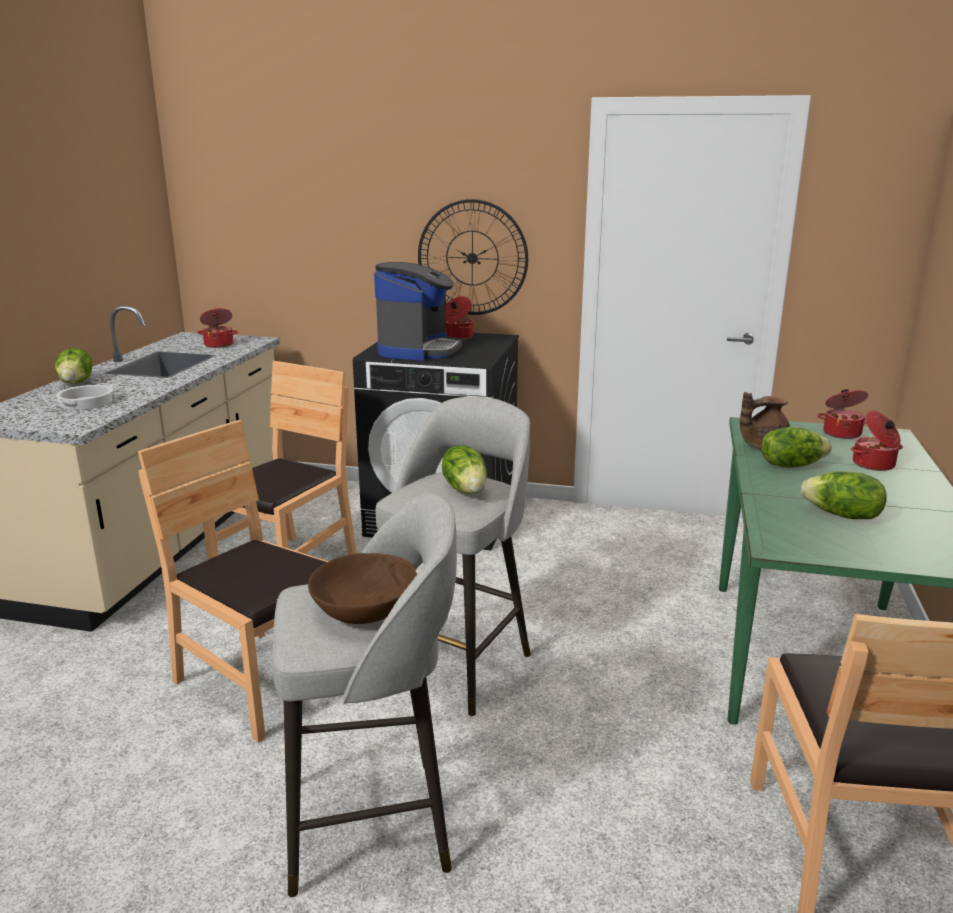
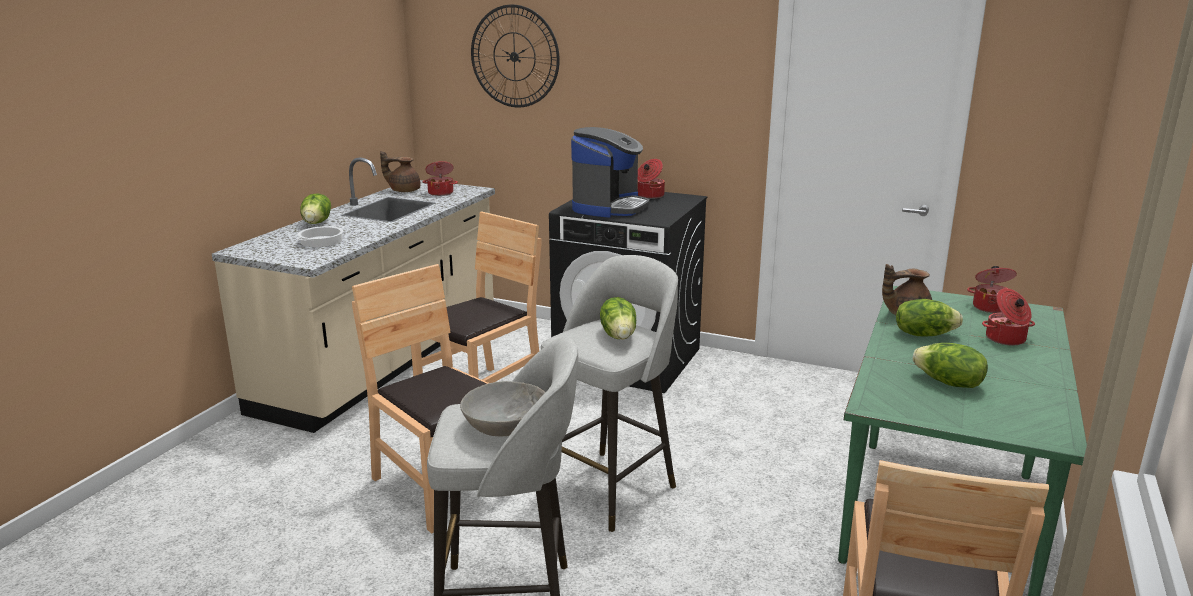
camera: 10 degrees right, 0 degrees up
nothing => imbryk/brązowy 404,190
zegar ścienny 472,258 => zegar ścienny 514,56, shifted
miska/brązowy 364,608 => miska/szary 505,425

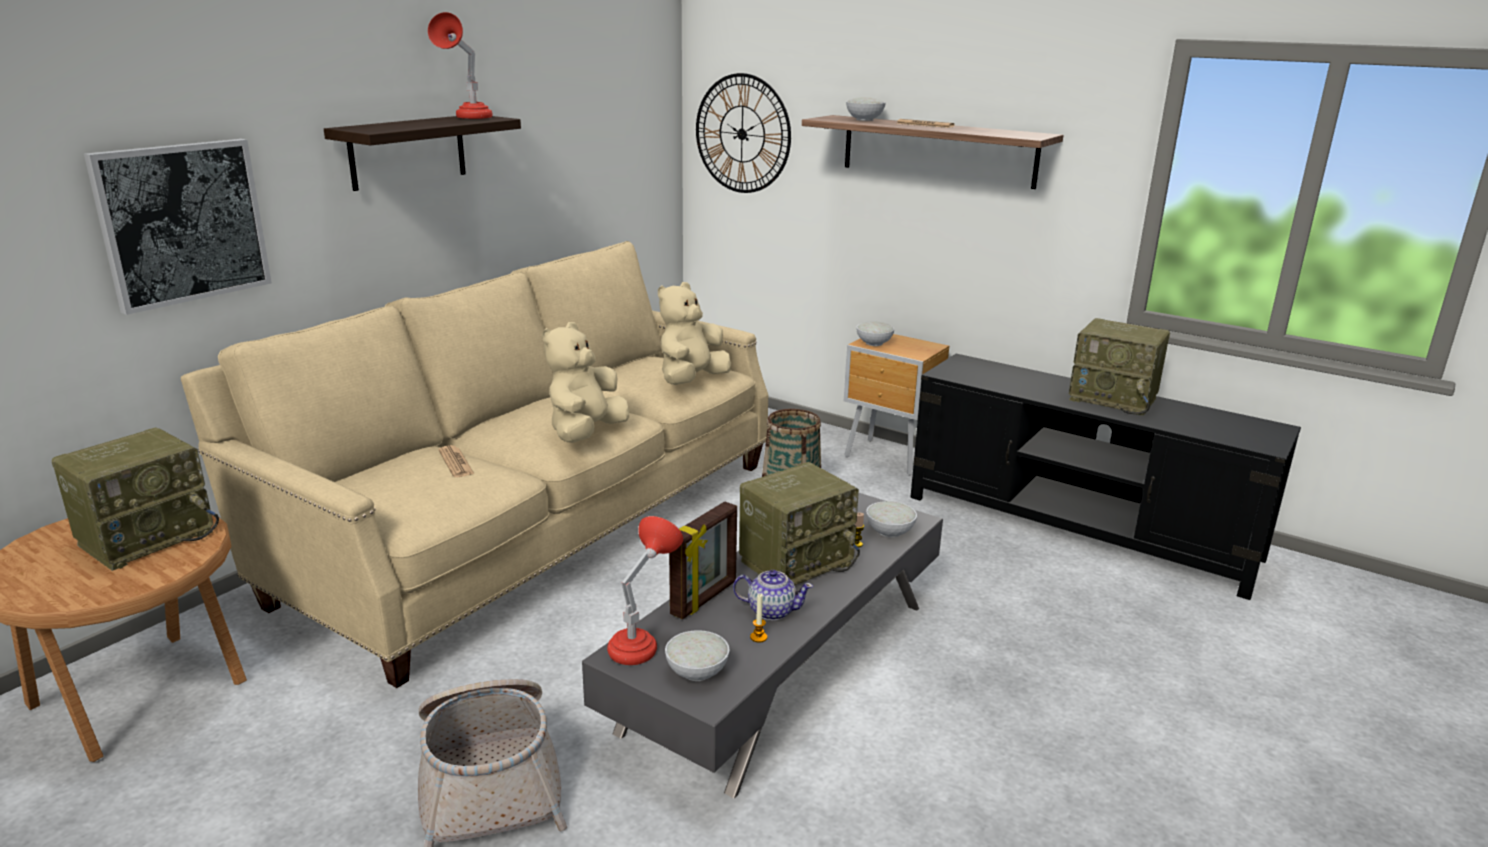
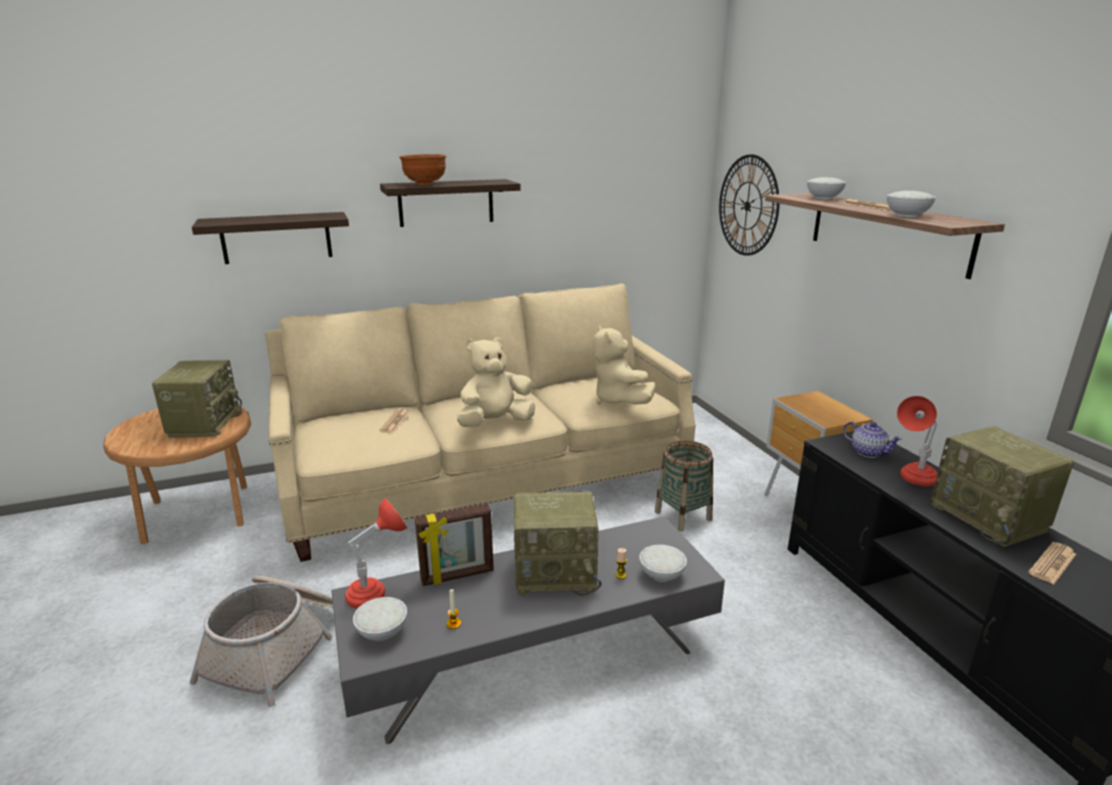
camera: 35 degrees right, 0 degrees up
nothing => miska/brązowy 424,184
nothing => gazeta 1052,563
lampa stołowa/czerwony 467,118 => lampa stołowa/czerwony 912,481, shifted
imbryk 771,611 => imbryk 867,452, shifted
miska/biały 873,343 => miska/biały 906,215, shifted
obraz 182,223 => półka 276,237
radio 147,537 => radio 204,423, 75 degrees counterclockwise
pluszak/beżowy 691,381 => pluszak/beżowy 618,400, 90 degrees counterclockwise

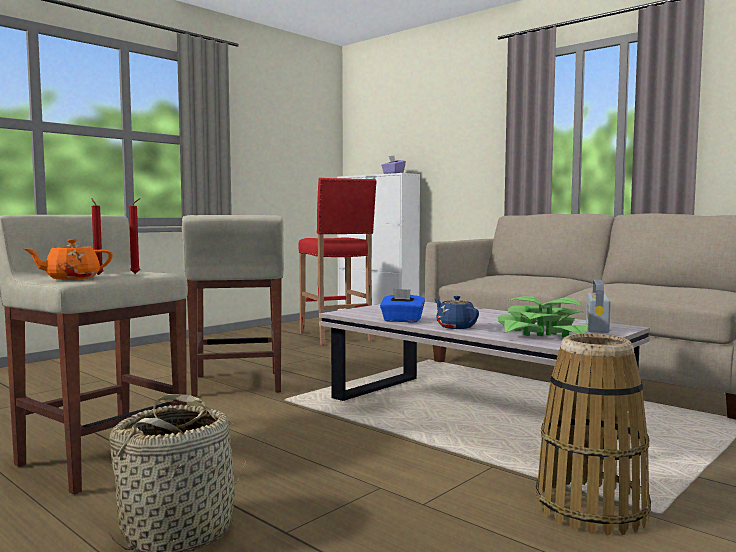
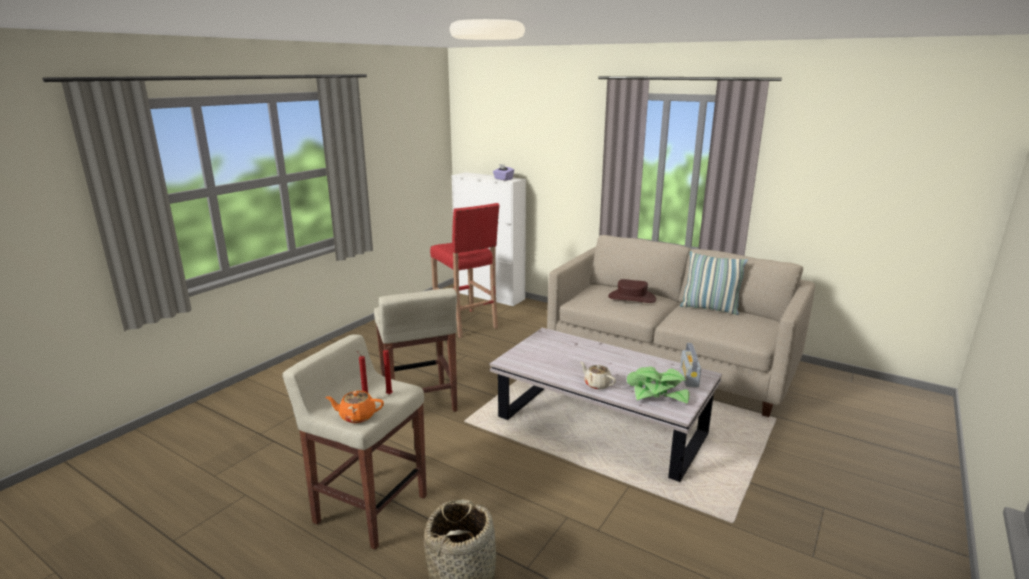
camera: 10 degrees left, 15 degrees up
pudełko chusteczek/niebieski 402,320 => nothing
koszyk 590,508 => nothing
nothing => kapelusz/brązowy 631,298
nothing => poduszka 709,308
imbryk/niebieski 455,327 => imbryk/beżowy 597,384
imbryk/pomarańczowy 71,278 => imbryk/pomarańczowy 357,416, 45 degrees clockwise

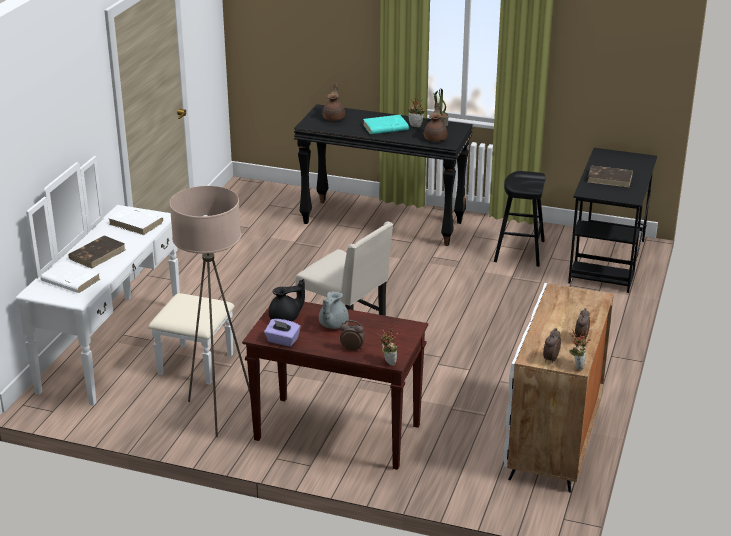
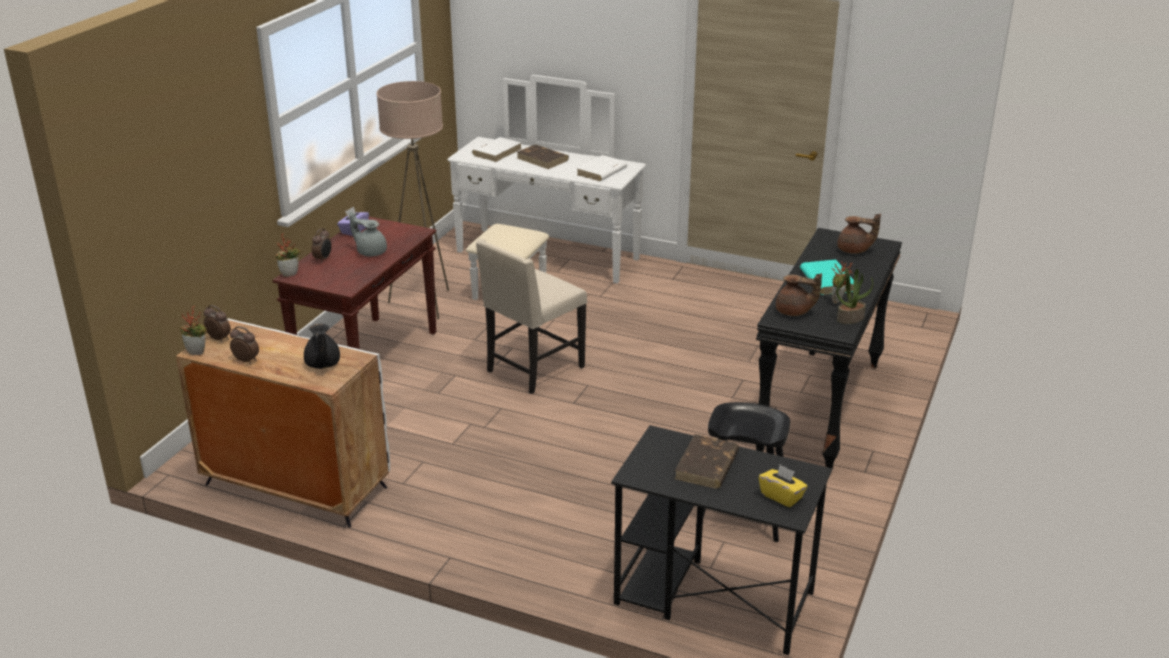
camera: 95 degrees right, 0 degrees up
nothing => pudełko chusteczek/żółty 781,496
imbryk/czarny 286,318 => imbryk/czarny 322,364, shifted

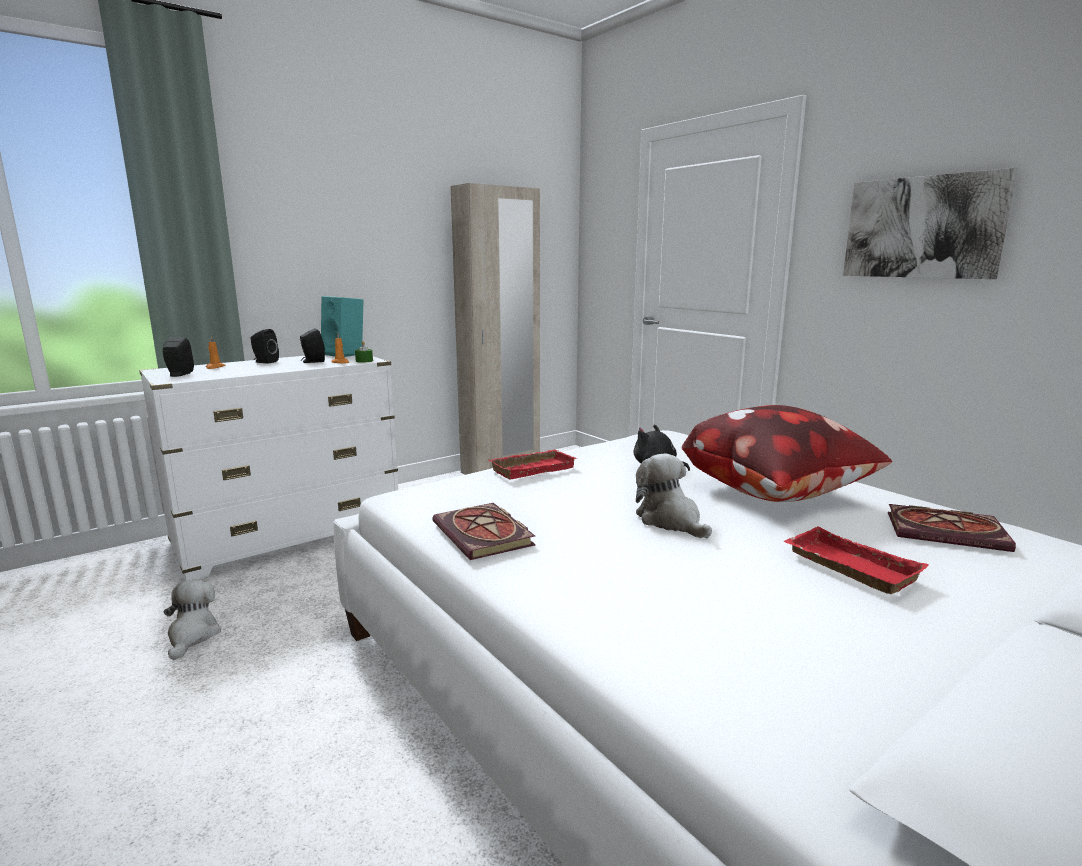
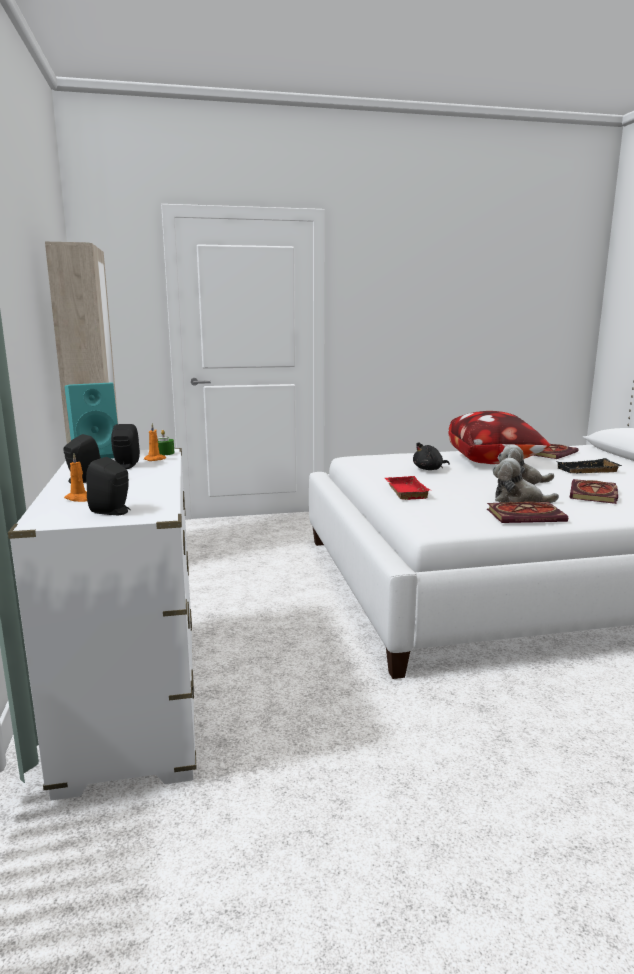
camera: 65 degrees left, 0 degrees up
obraz 922,227 => nothing
nothing => książka 594,494
pluszak 192,636 => pluszak 519,500, shifted
taca/czerwony 847,567 => taca/czarny 587,471

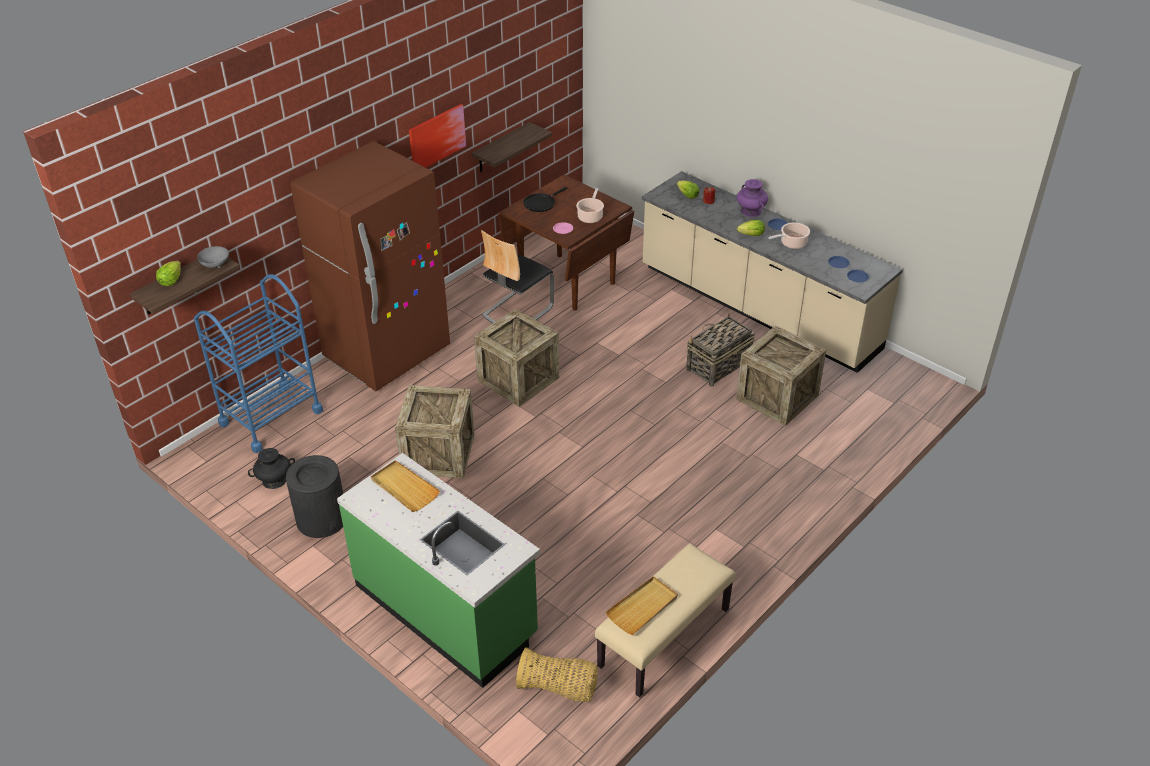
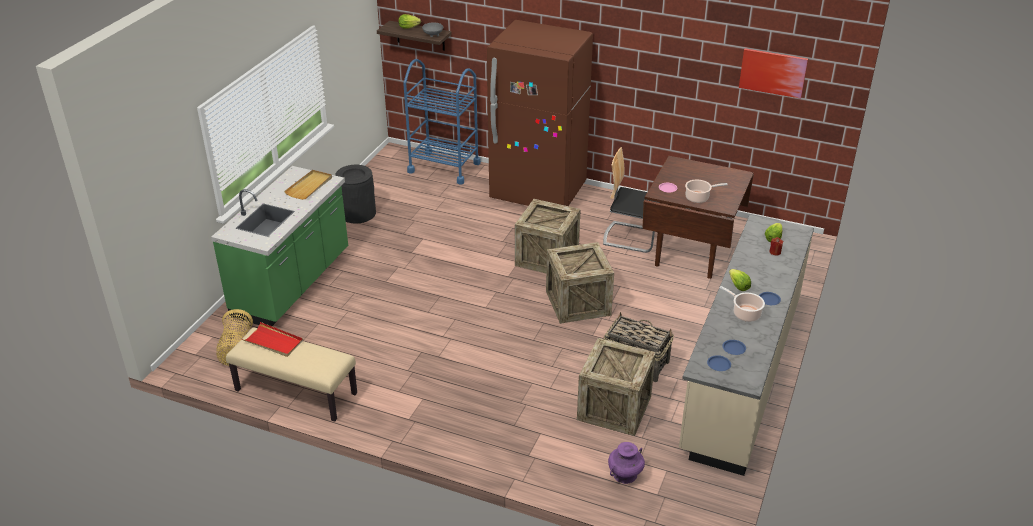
camera: 70 degrees right, 5 degrees down
wazon/czarny 274,480 => nothing
półka 501,148 => nothing
patelnia/czarny 541,203 => nothing
skrzynka 438,454 => skrzynka 578,303, shifted
obraz 437,137 => obraz 773,72, shifted
wazon/fioletowy 751,211 => wazon/fioletowy 625,474, shifted
taca/beżowy 642,607 => taca/czerwony 273,342

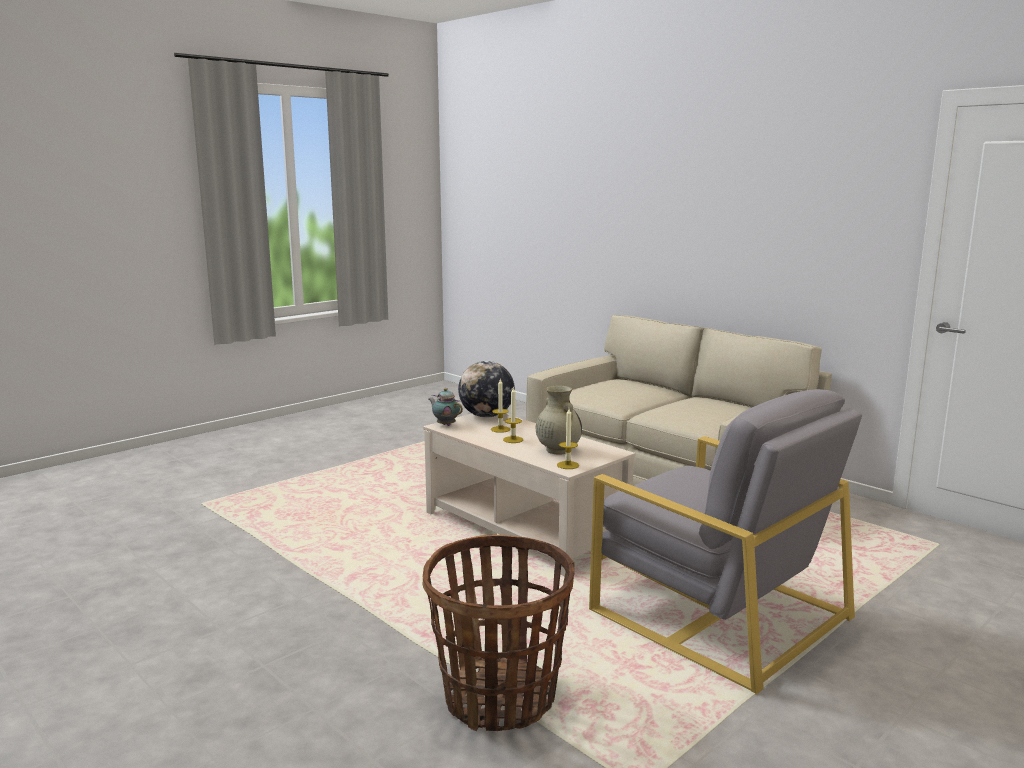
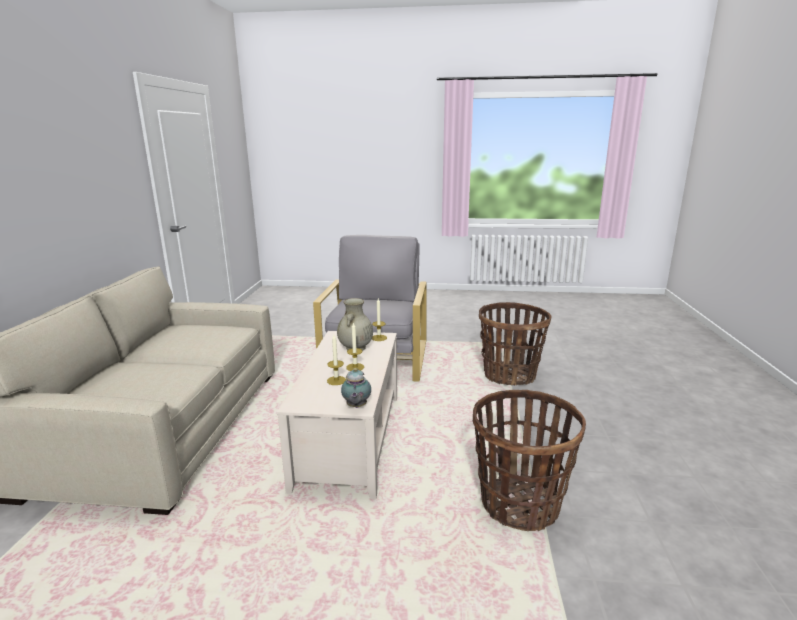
camera: 130 degrees left, 5 degrees up
globus 486,416 => nothing
nothing => koszyk 519,503

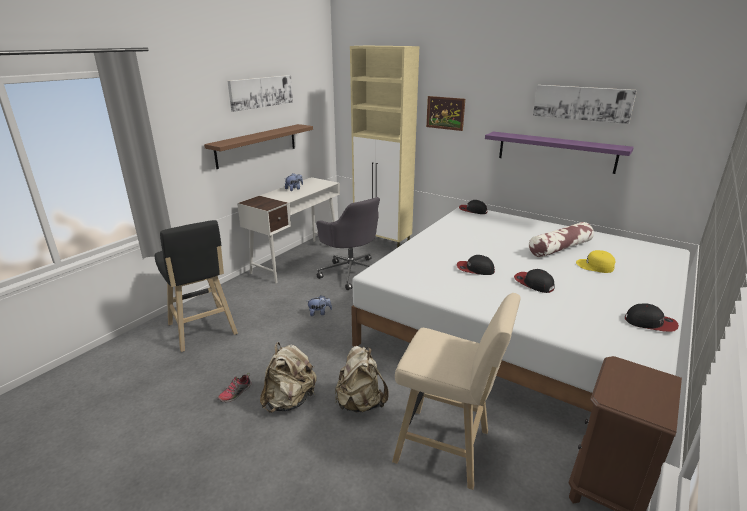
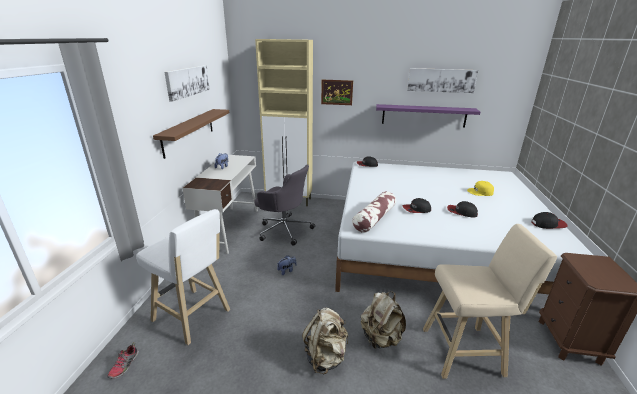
camera: 25 degrees left, 0 degrees up
but 235,393 => but 124,365, shifted
poduszka 559,248 => poduszka 374,218, shifted
stołek/czarny 203,331 => stołek/biały 193,317

